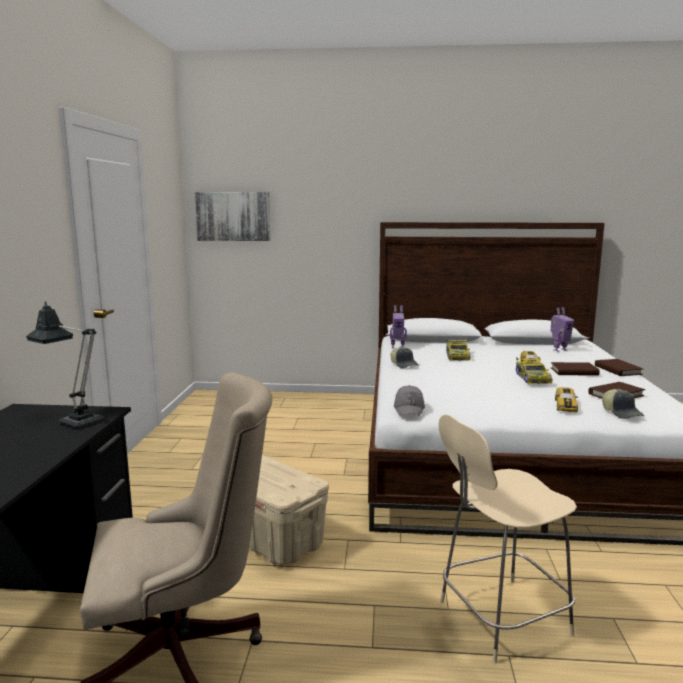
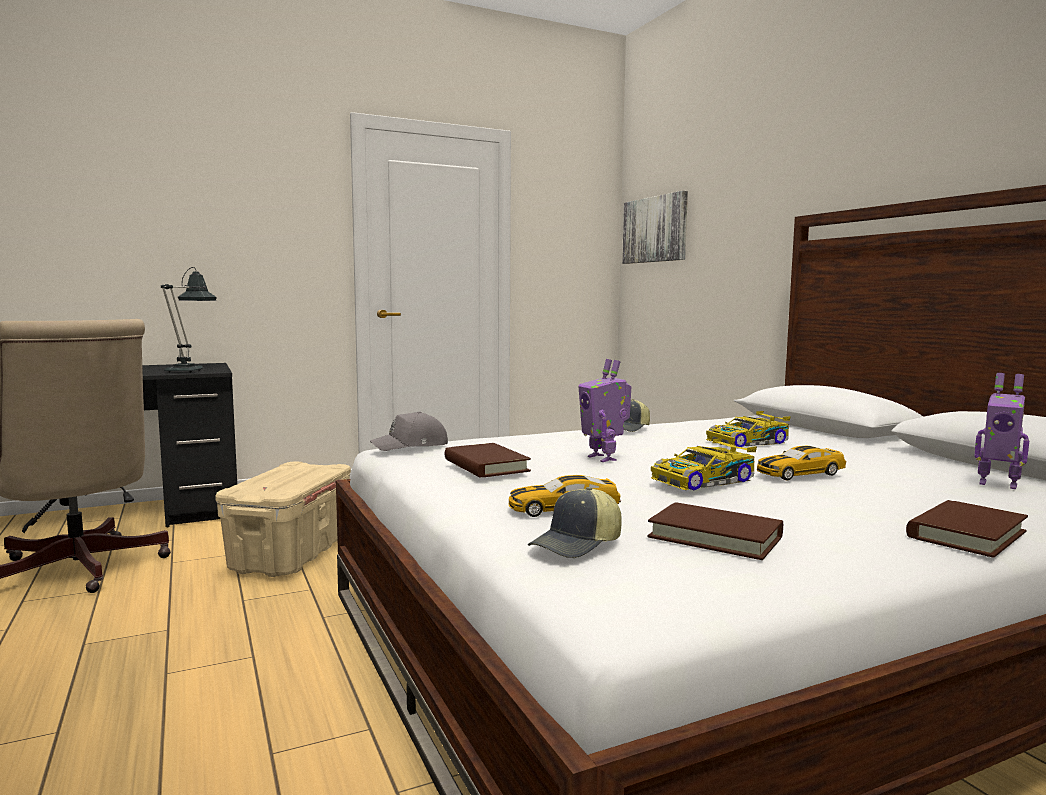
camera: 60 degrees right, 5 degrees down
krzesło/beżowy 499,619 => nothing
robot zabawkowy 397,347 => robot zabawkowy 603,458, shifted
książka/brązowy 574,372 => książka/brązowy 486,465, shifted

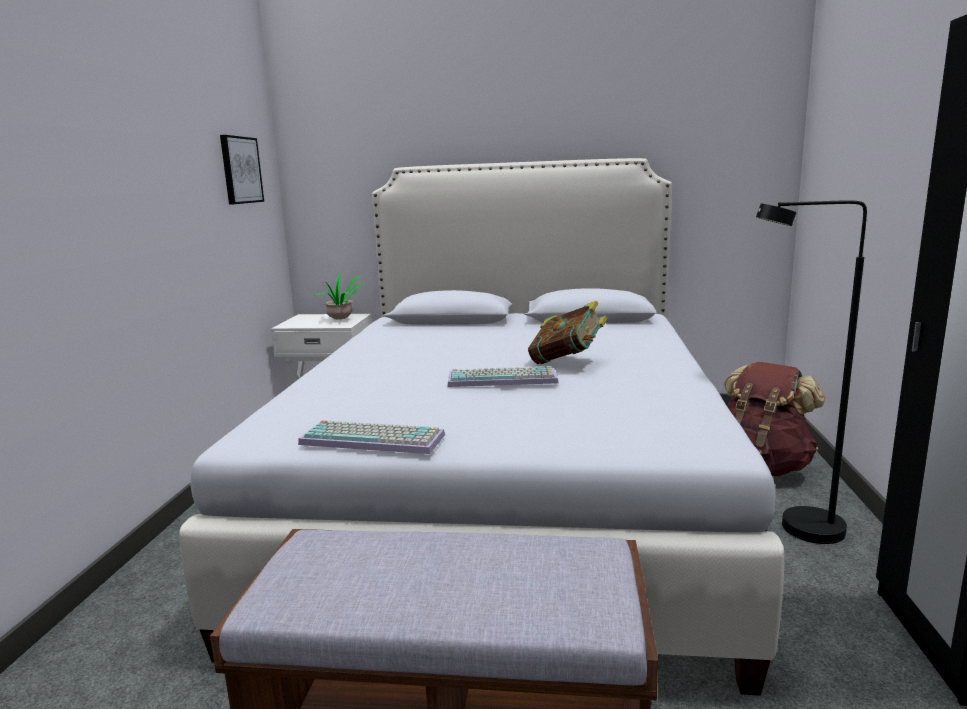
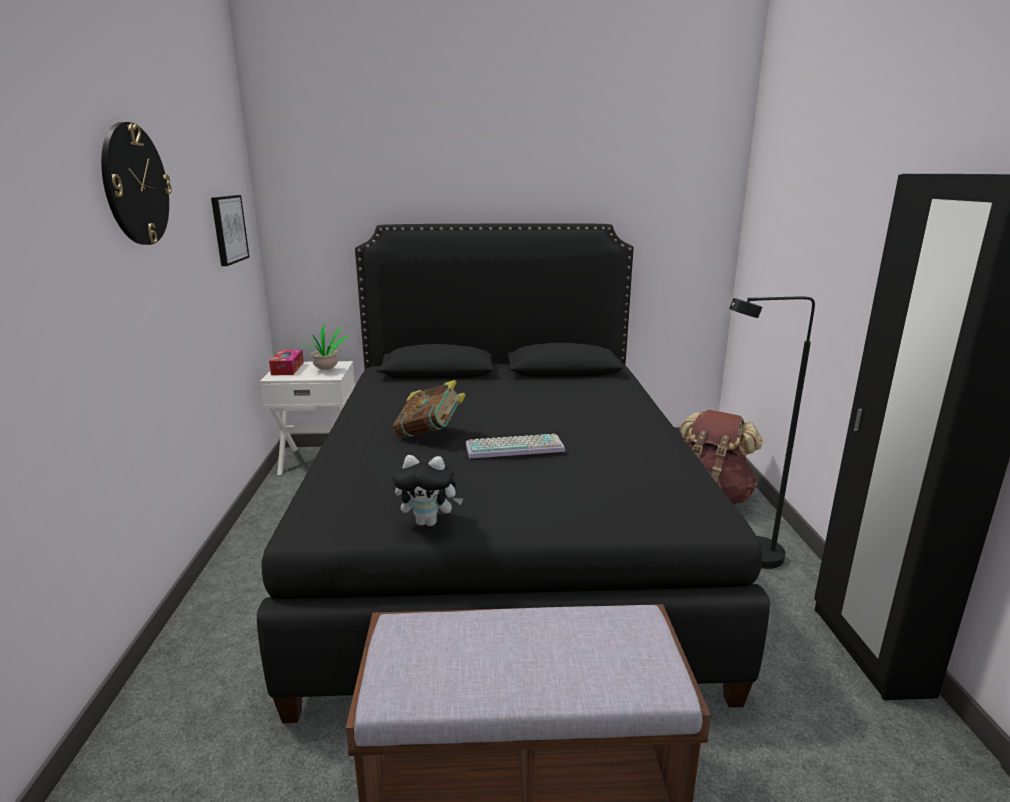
camera: 10 degrees left, 5 degrees up
nothing => zegar ścienny 135,185
nothing => pudełko chusteczek 287,368
książka 567,362 => książka 430,434, shifted
klawiatura 375,439 => pluszak 429,522
łóżko/biały 505,496 => łóżko/czarny 501,537

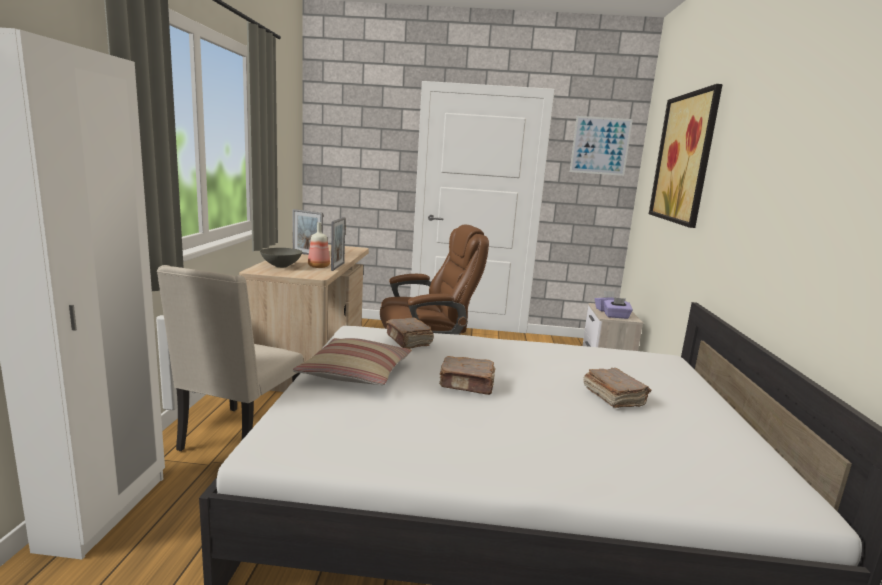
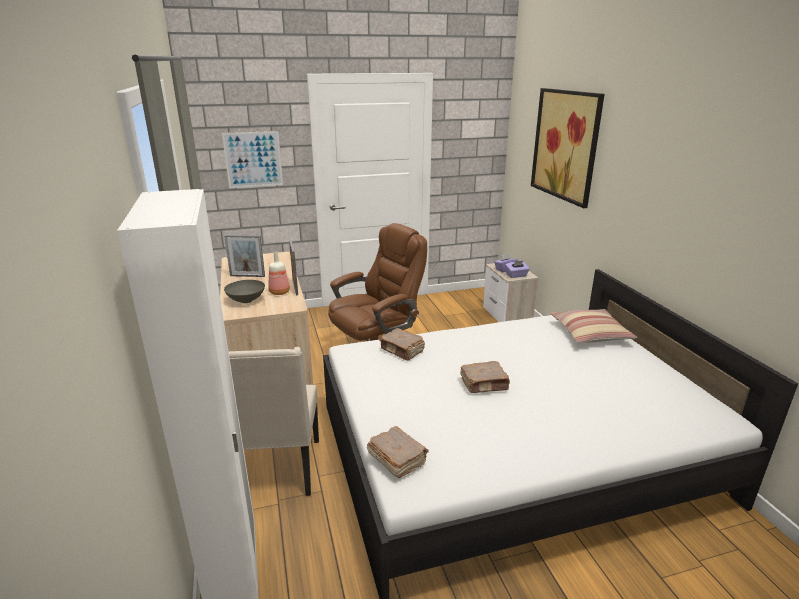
camera: 20 degrees left, 10 degrees up
poduszka 355,373 => poduszka 590,333, shifted
obraz 600,146 => obraz 253,159, shifted
książka/brązowy 613,397 => książka/brązowy 396,459, shifted

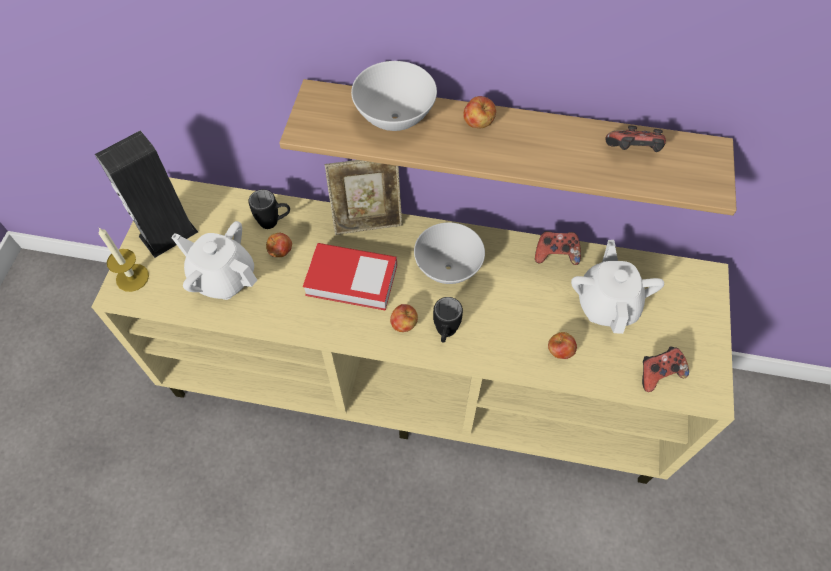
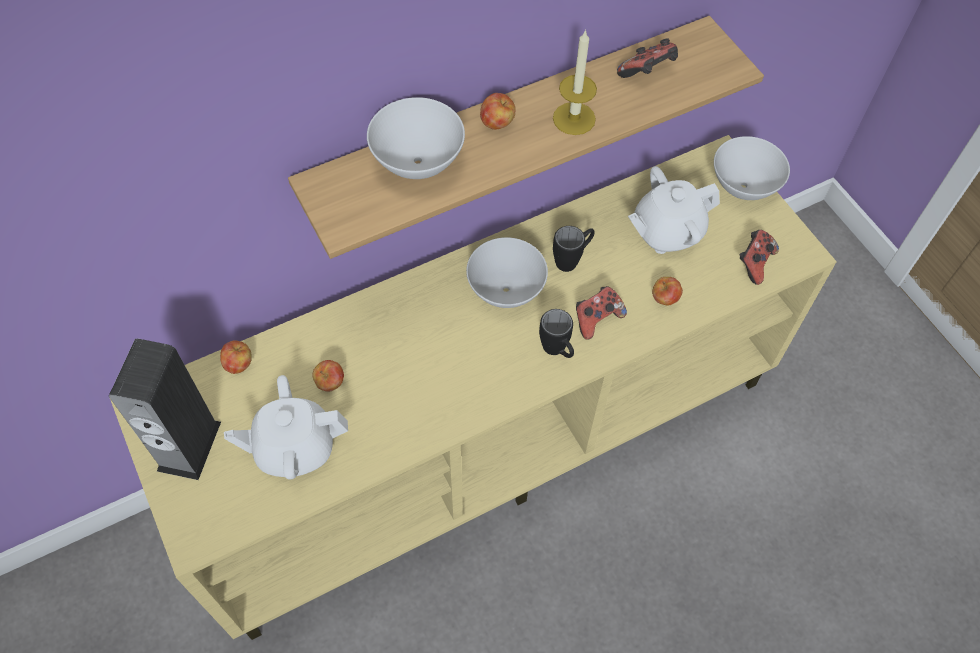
camera: 40 degrees left, 0 degrees up
książka 351,280 => nothing
ramka na zdjęcie 367,219 => nothing
nothing => miska/biały 743,188
świeca 132,277 => świeca 574,118, shifted
kubek/czarny 274,222 => kubek/czarny 572,259, shifted
jabłko 404,324 => jabłko 239,364, shifted
pad do gier 555,254 => pad do gier 596,319, shifted
imbryk/biały 607,304 => imbryk/biały 666,232, 75 degrees counterclockwise

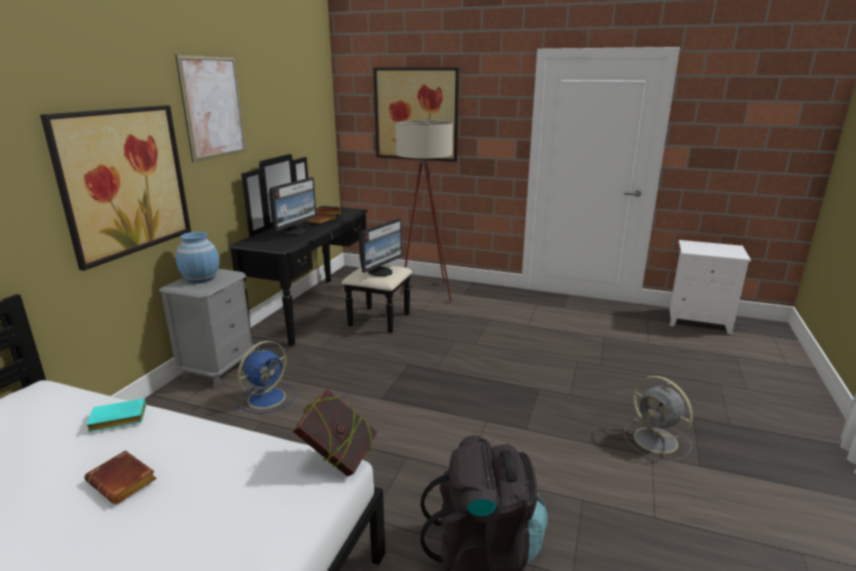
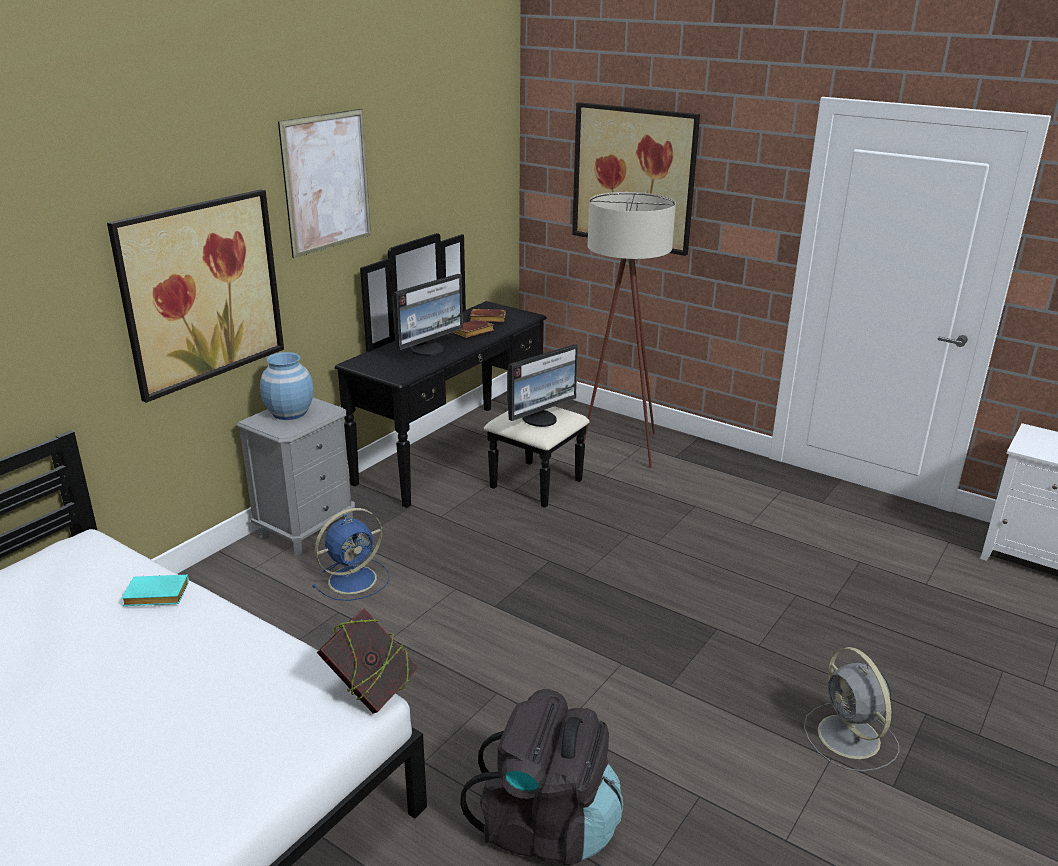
camera: 15 degrees right, 5 degrees up
książka/brązowy 125,481 => nothing

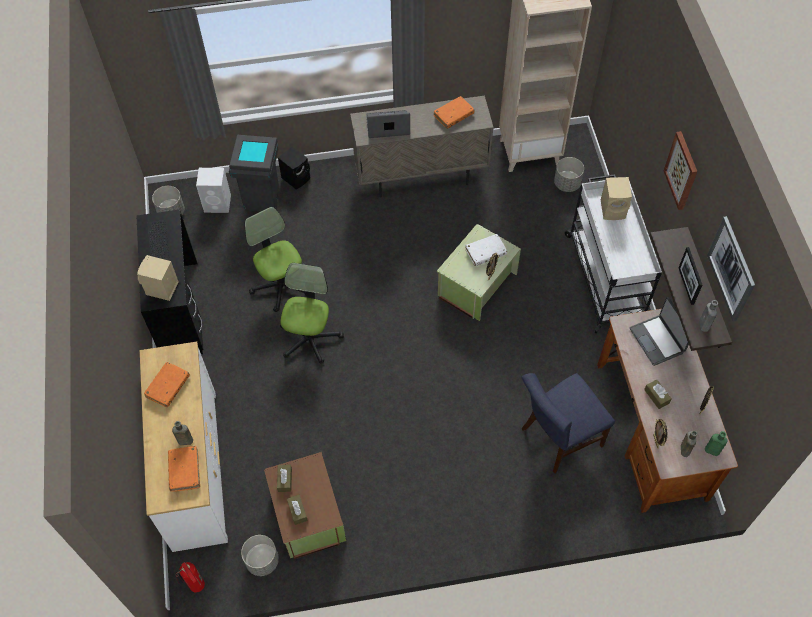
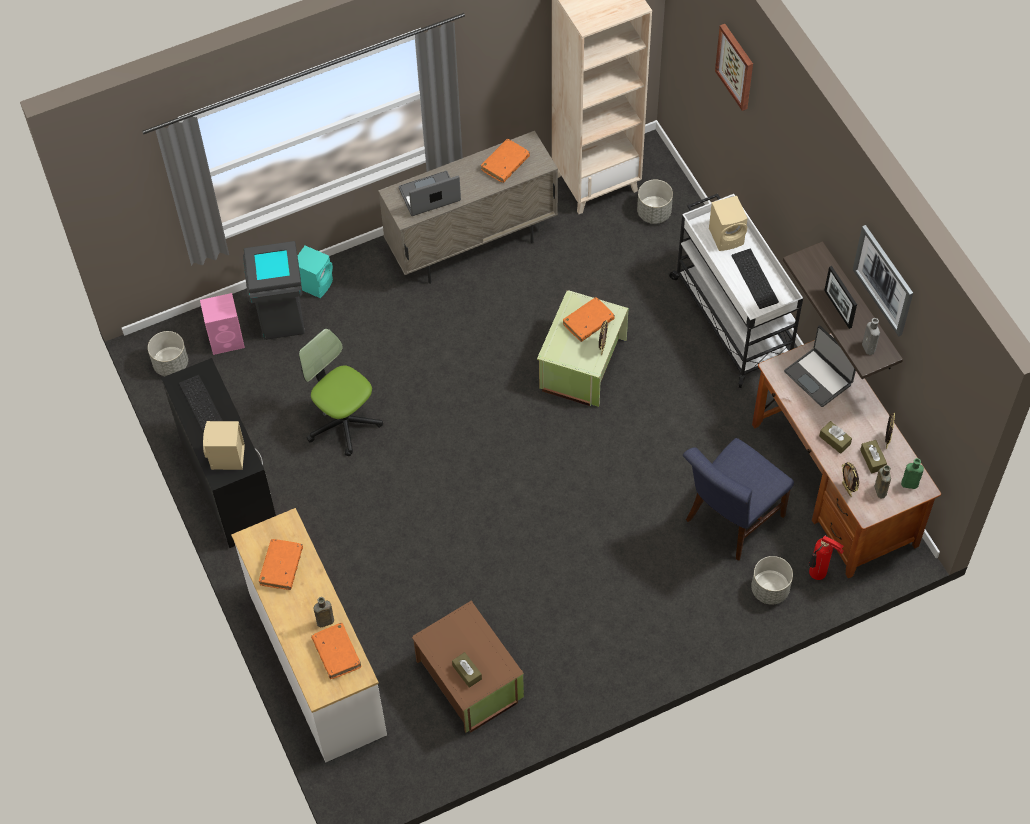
camera: 15 degrees left, 0 degrees up
krzesło biurowe 310,338 => nothing
nothing => klawiatura 756,279
gaśnica 196,587 => gaśnica 818,574, shifted
donica/szary 262,561 => donica/szary 770,589, shifted
pudełko chusteczek/brązowy 285,480 => pudełko chusteczek/brązowy 872,459, shifted
obraz 682,170 => obraz 736,66, shifted
głośnik/biały 218,203 => głośnik/różowy 227,339
głośnik/czarny 296,178 => głośnik/turkusowy 315,283
książka/biały 485,252 => książka/pomarańczowy 588,322

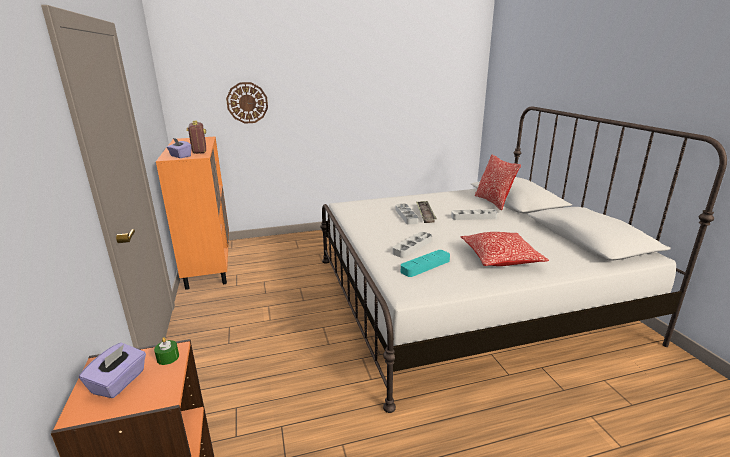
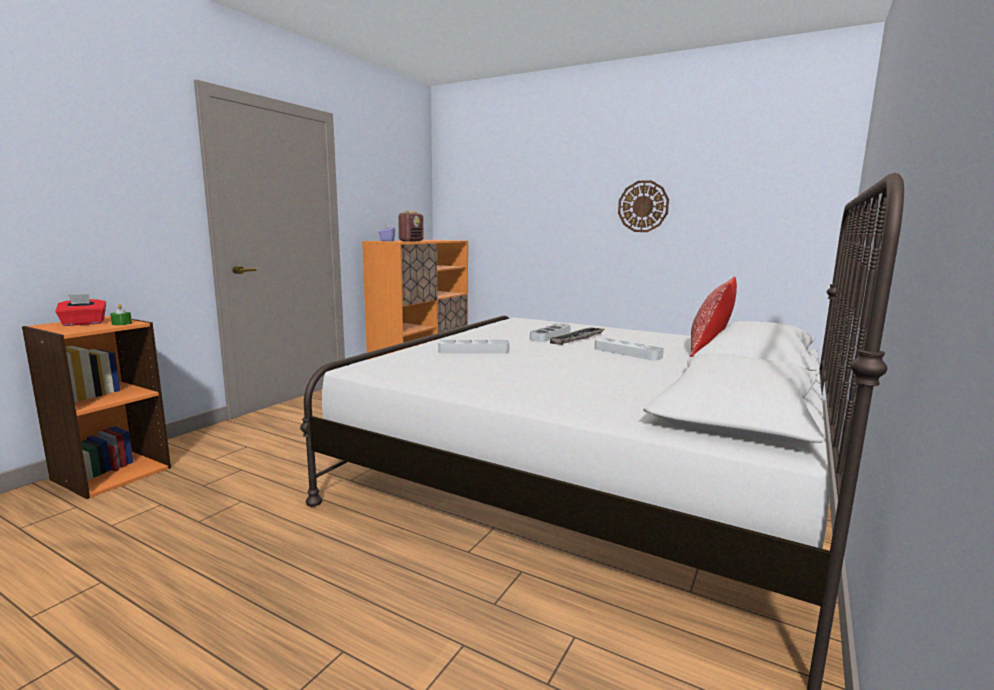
camera: 45 degrees right, 10 degrees down
taca/turkusowy 425,266 => nothing
poduszka 500,258 => nothing
zegar ścienny 247,103 => zegar ścienny 643,206, shifted
pudełko chusteczek/fioletowy 119,382 => pudełko chusteczek/czerwony 83,323

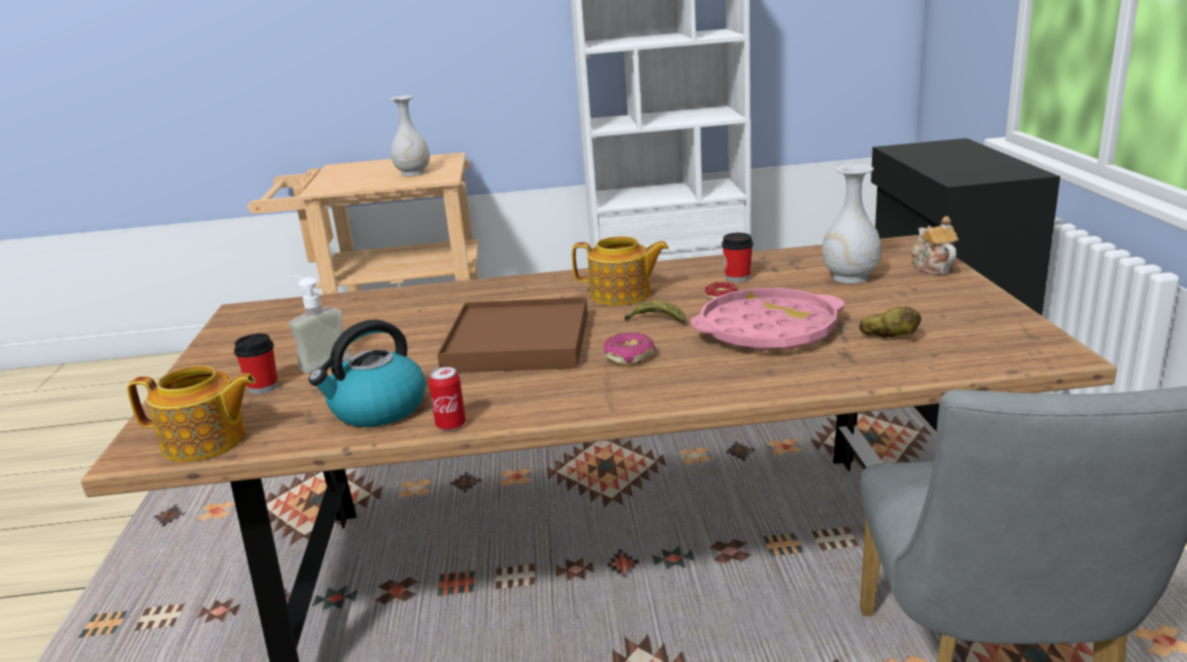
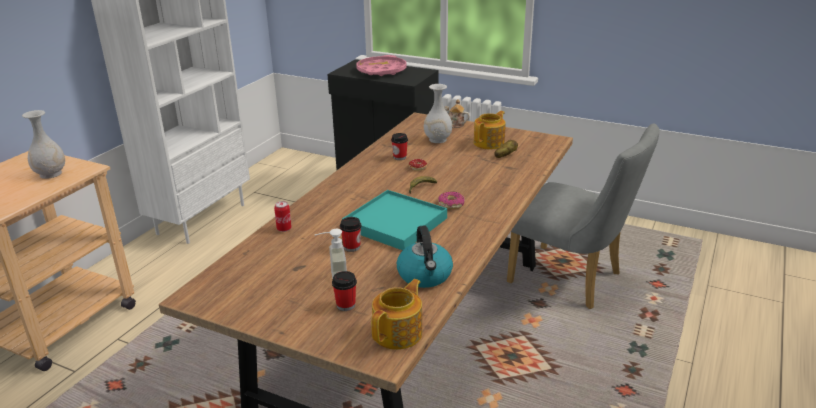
camera: 60 degrees left, 5 degrees up
nothing => filiżanka 352,247
puszka 451,425 => puszka 284,229, shifted
imbryk 622,295 => imbryk 489,143, shifted
taca/różowy 767,331 => taca/różowy 381,71, shifted
taca/brązowy 518,342 => taca/turkusowy 395,223

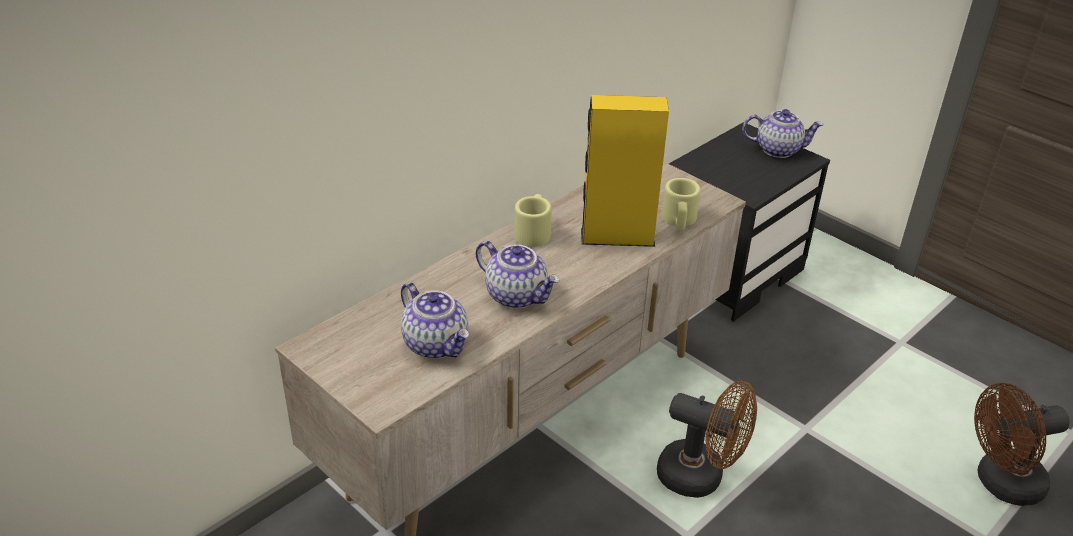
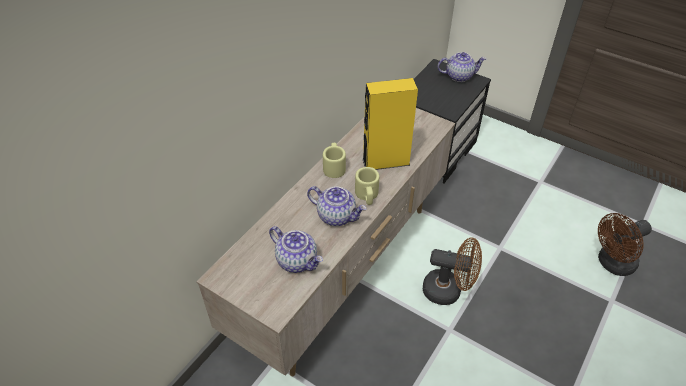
camera: 10 degrees left, 10 degrees up
kubek/beżowy 679,221 => kubek/beżowy 367,195, shifted

